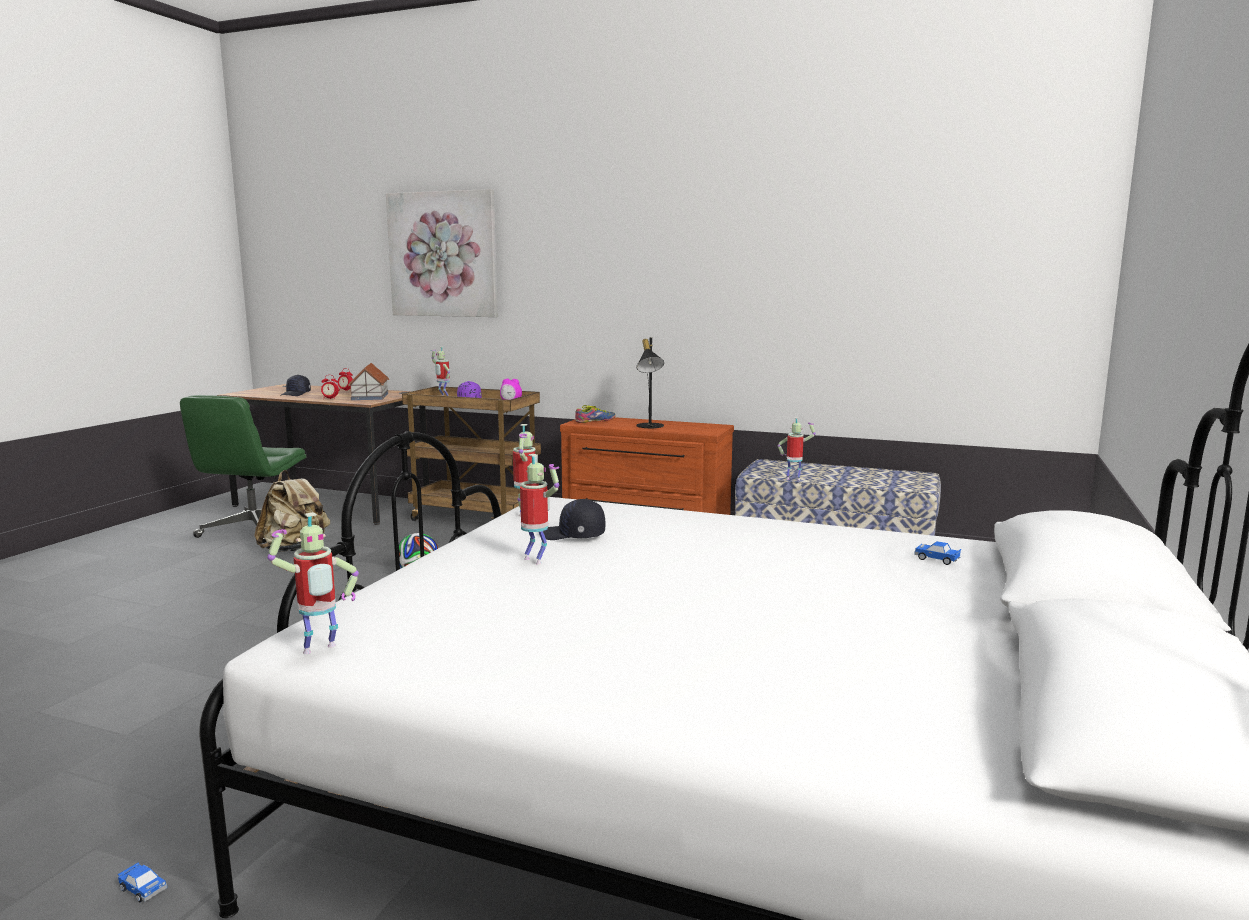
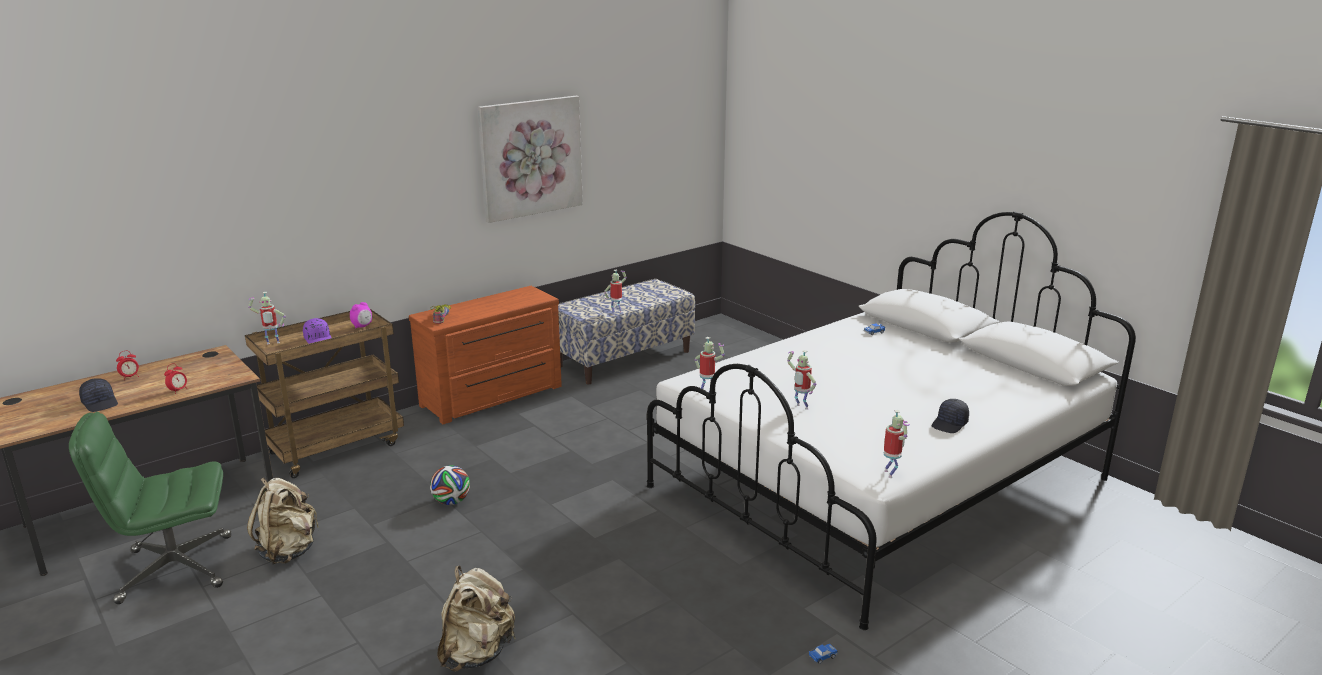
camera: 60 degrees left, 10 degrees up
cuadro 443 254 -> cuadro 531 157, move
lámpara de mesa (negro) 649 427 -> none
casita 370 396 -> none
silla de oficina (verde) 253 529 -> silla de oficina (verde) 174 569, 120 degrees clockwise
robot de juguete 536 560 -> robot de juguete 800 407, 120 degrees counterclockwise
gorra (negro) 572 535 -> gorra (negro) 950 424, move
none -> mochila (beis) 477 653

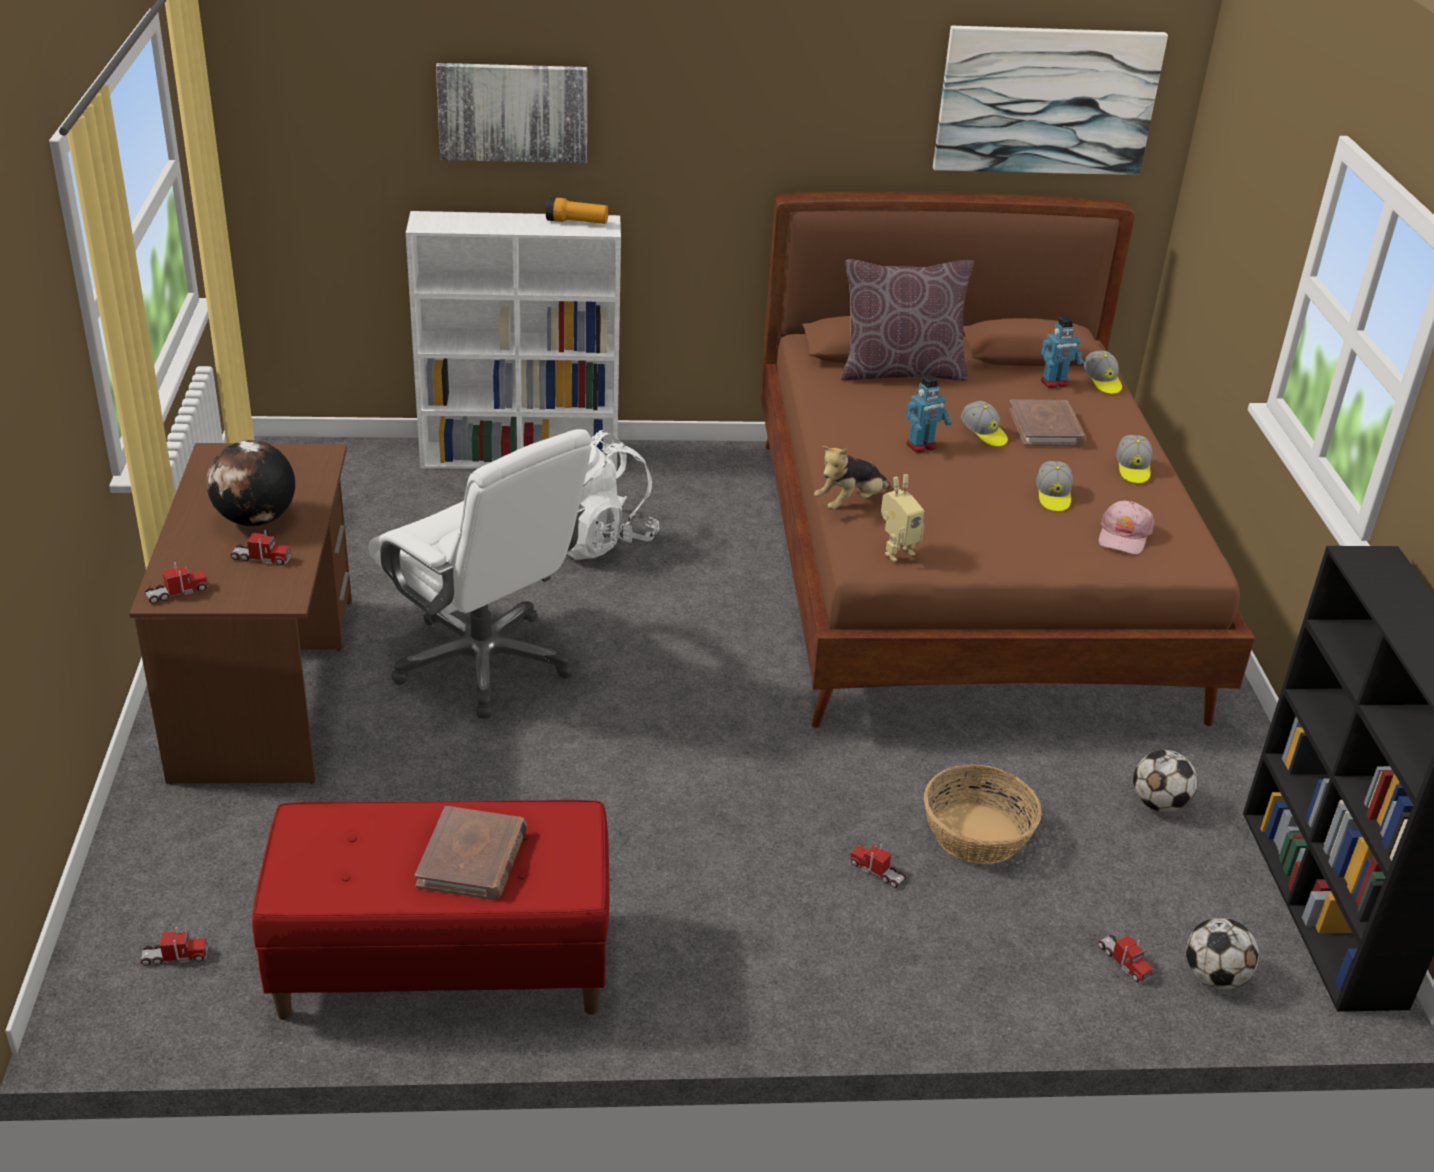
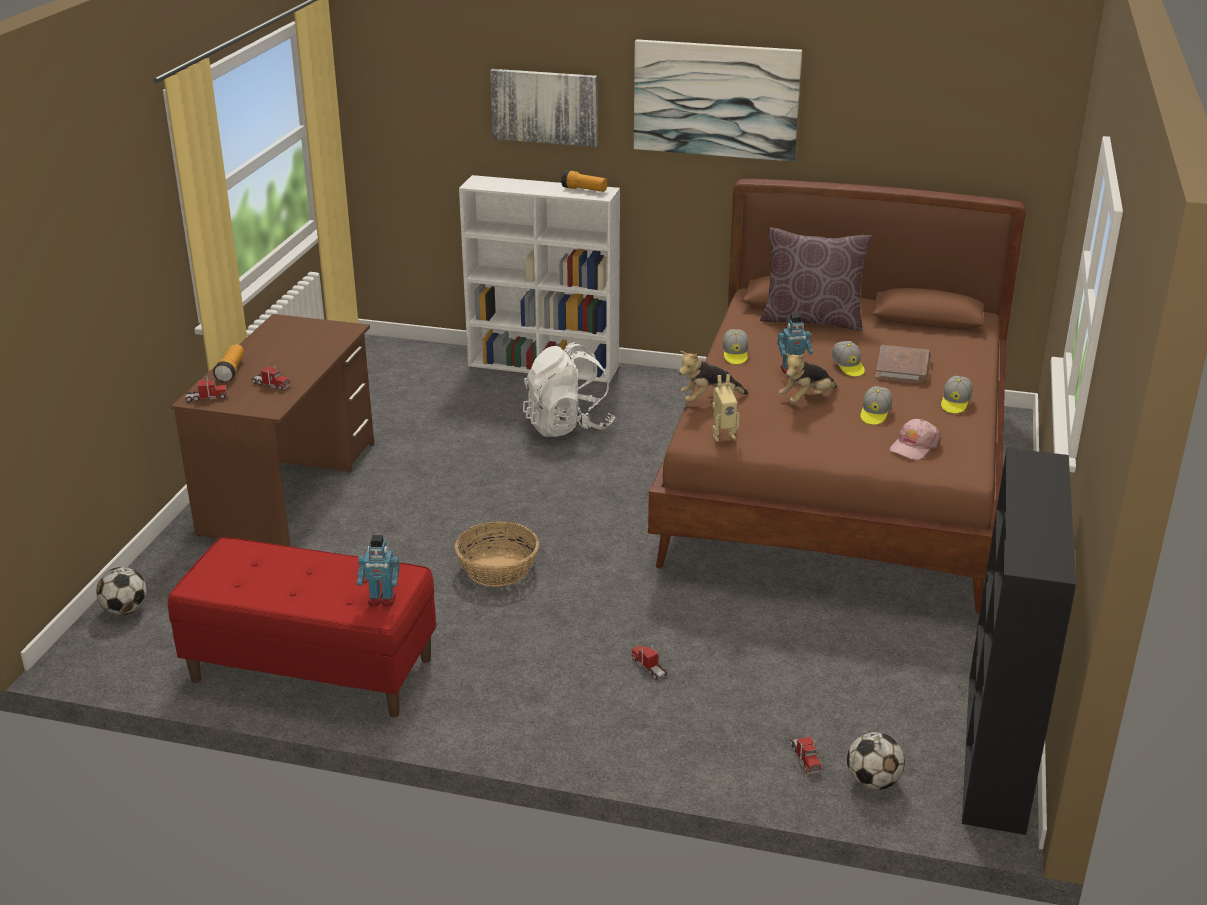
camera: 20 degrees right, 5 degrees down
cuadro 1046 100 -> cuadro 716 99, move
robot de juguete 1054 383 -> robot de juguete 381 599, move
gorra 1102 382 -> gorra 735 355, move
silla de oficina (blanco) 484 663 -> none
globo terráqueo 256 520 -> none
balón de fútbol 1159 804 -> balón de fútbol 125 610, move
cesta 975 834 -> cesta 497 569, move
libro (marrón) 472 858 -> none
camión de juguete 175 957 -> none
none -> linterna 231 371
none -> peluche 806 399

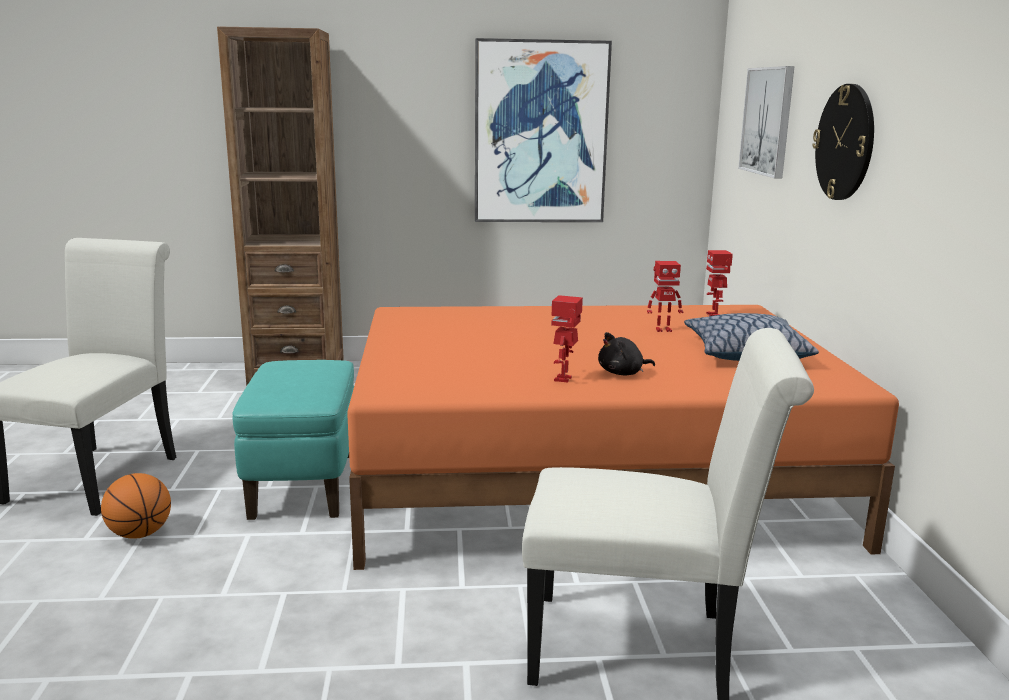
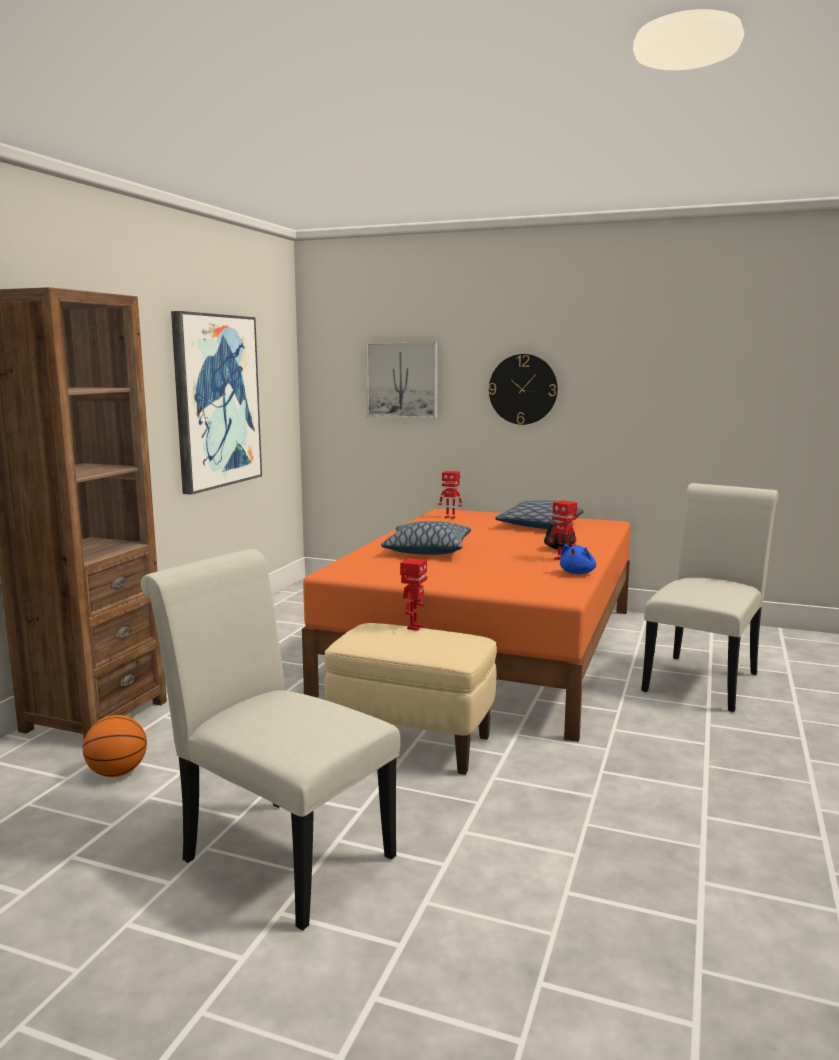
camera: 65 degrees left, 5 degrees down
robot de juguete 663 330 -> robot de juguete 414 627, move
puf (turquesa) 304 486 -> puf (beis) 412 744
balón de baloncesto 140 534 -> balón de baloncesto 117 773, move
none -> cojín 427 550
none -> peluche (azul) 578 573

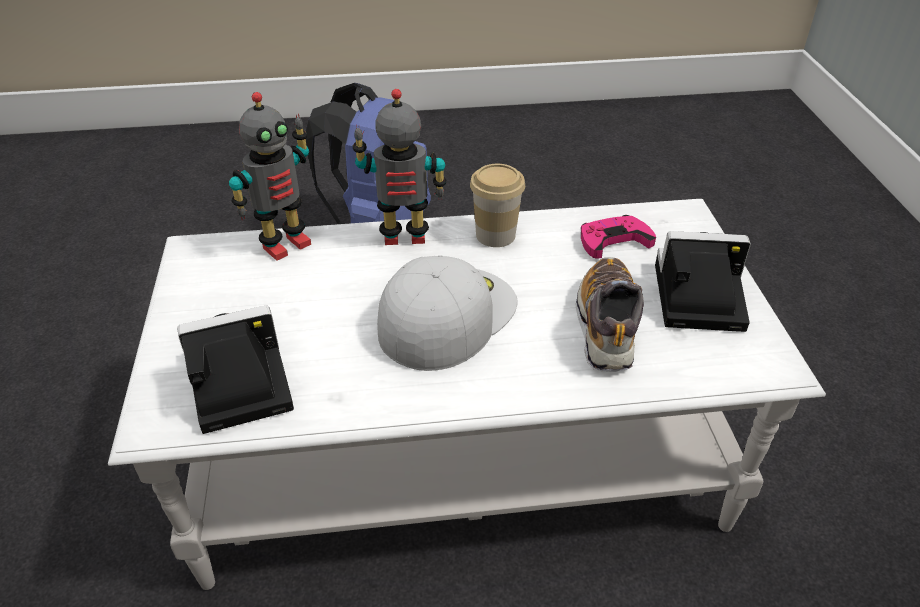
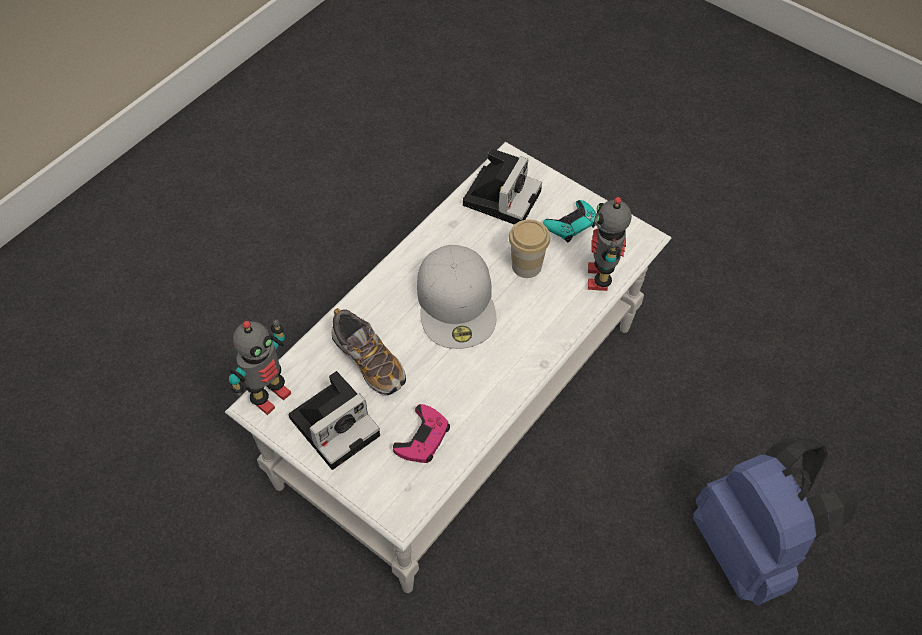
camera: 135 degrees right, 15 degrees up
robot de juguete 405 239 -> robot de juguete 269 396, move
taza 495 235 -> taza 526 266, move
none -> mando de consola (turquesa) 571 224

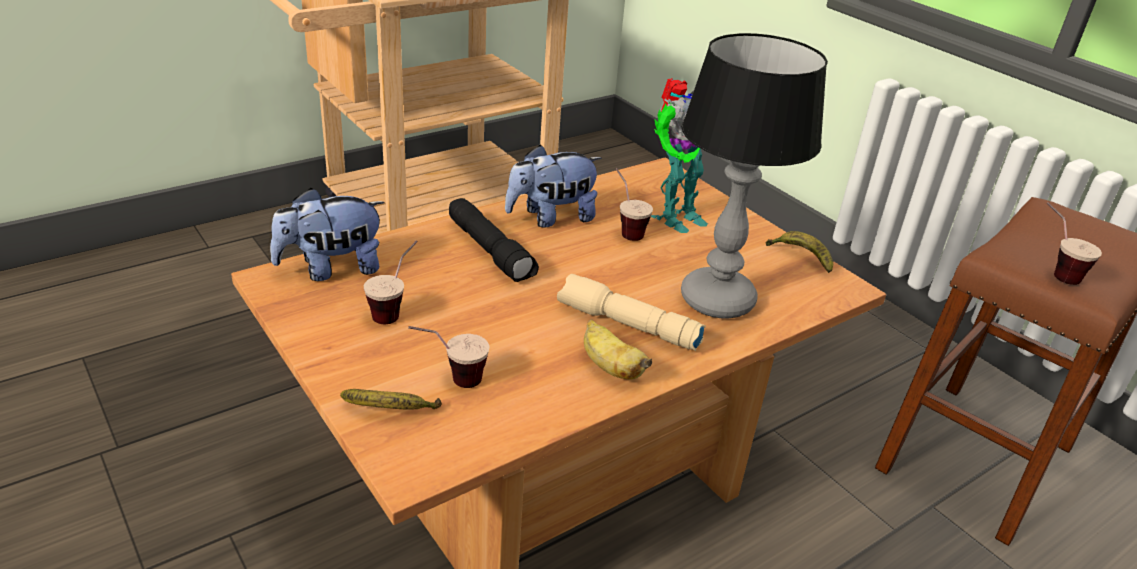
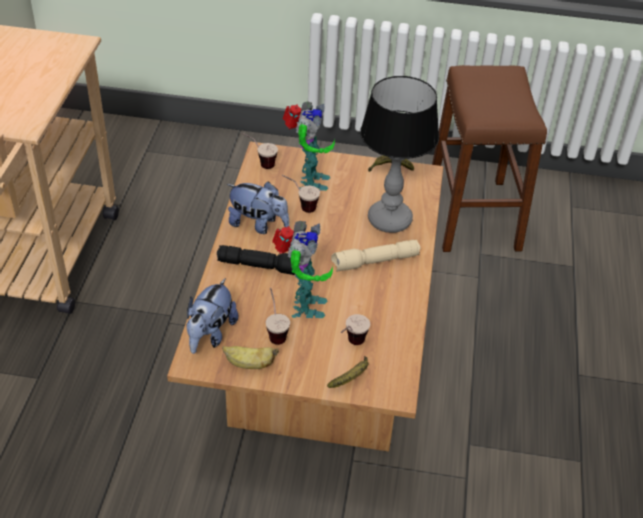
camera: 45 degrees left, 10 degrees up
peluche 551 218 -> peluche 258 224, 90 degrees counterclockwise
taza 1053 271 -> taza 259 163, move
plátano 609 367 -> plátano 249 364, move
none -> robot de juguete 303 307

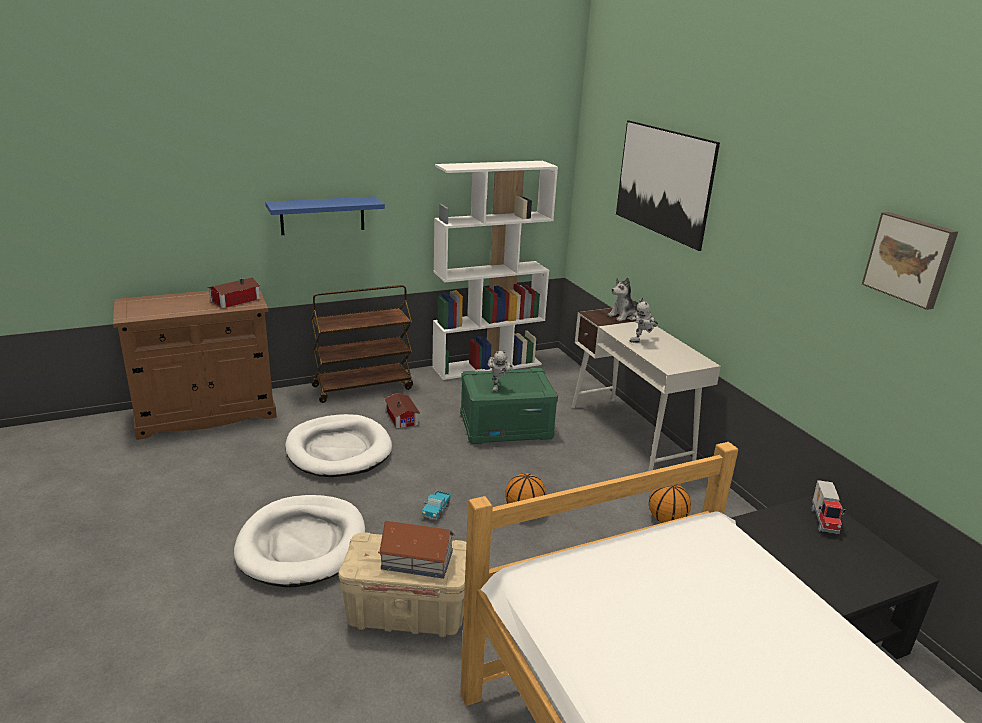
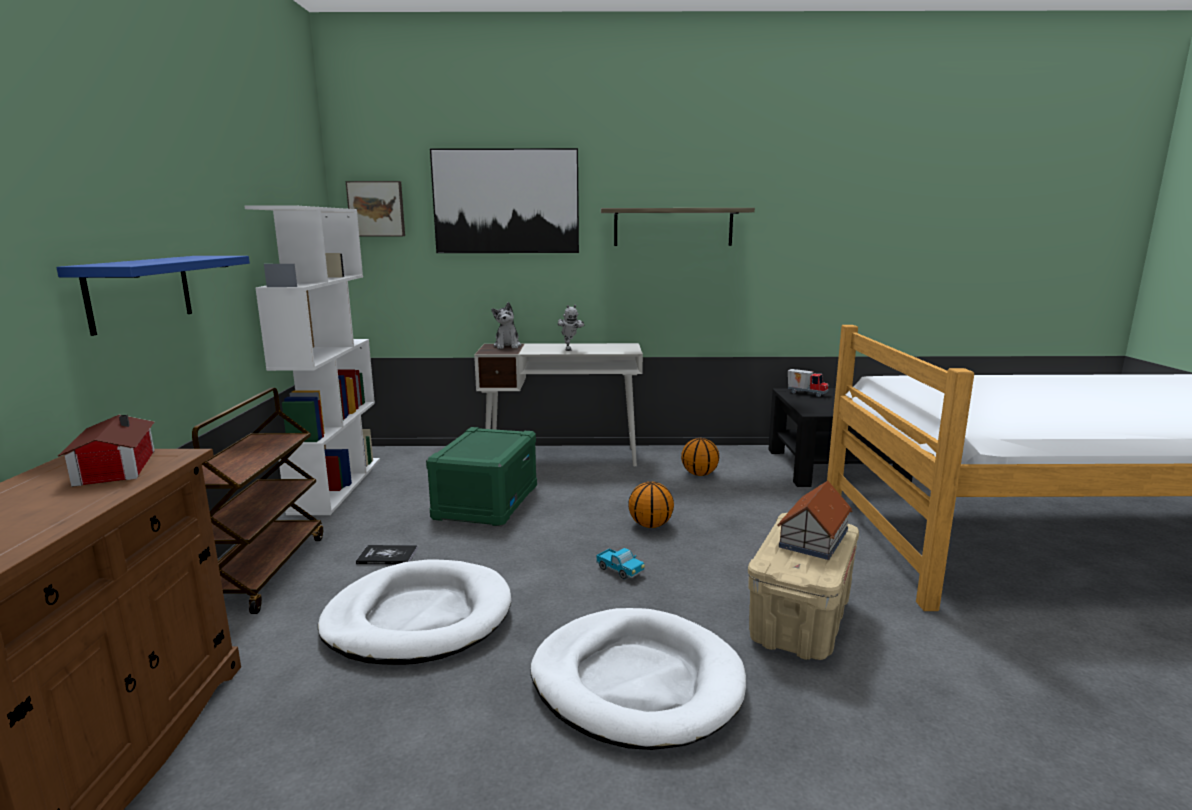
camera: 65 degrees left, 10 degrees down
cuadro 910 259 -> cuadro 376 209, move
robot de juguete 497 386 -> none
casita 402 417 -> libro 387 556
none -> estante 673 227

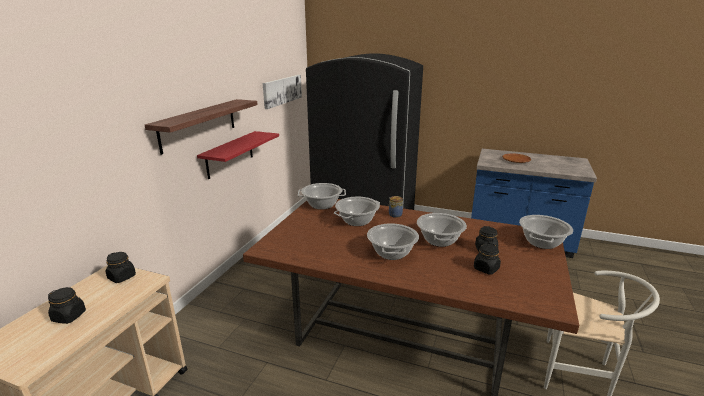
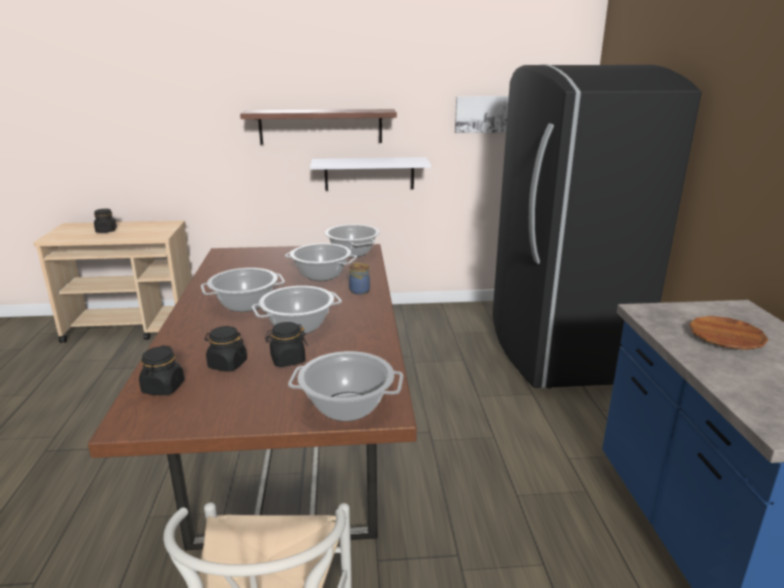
camera: 65 degrees right, 0 degrees up
estante (rojo) 230 154 -> estante (blanco) 369 173
tarro (negro) 122 277 -> tarro (negro) 163 388, move

